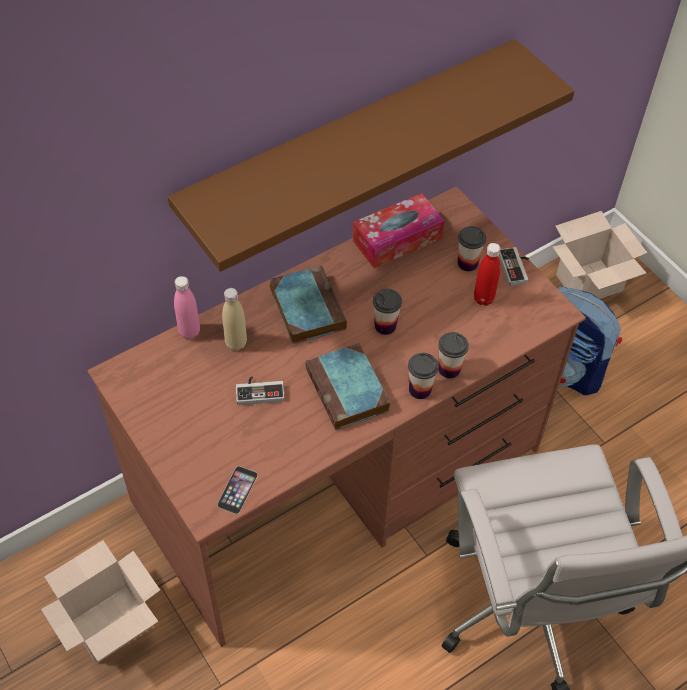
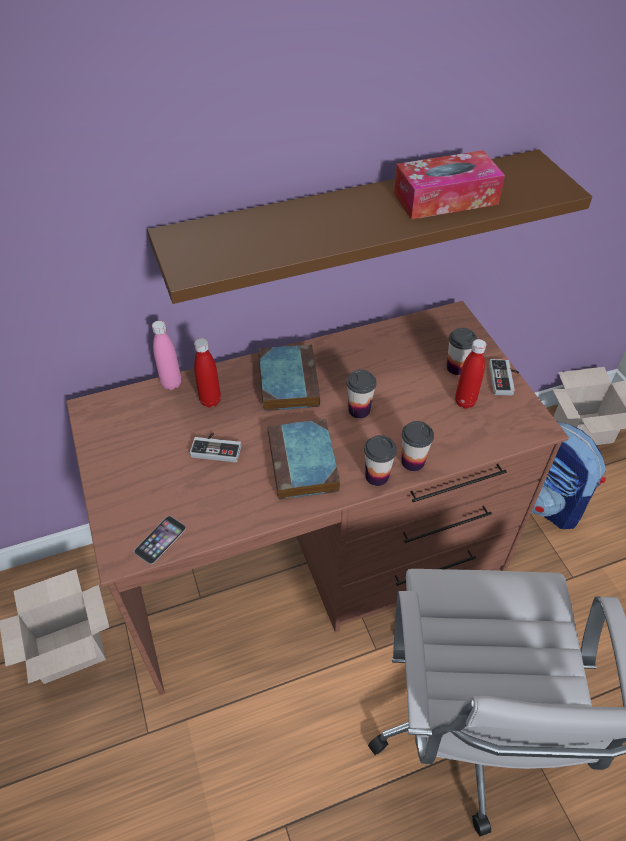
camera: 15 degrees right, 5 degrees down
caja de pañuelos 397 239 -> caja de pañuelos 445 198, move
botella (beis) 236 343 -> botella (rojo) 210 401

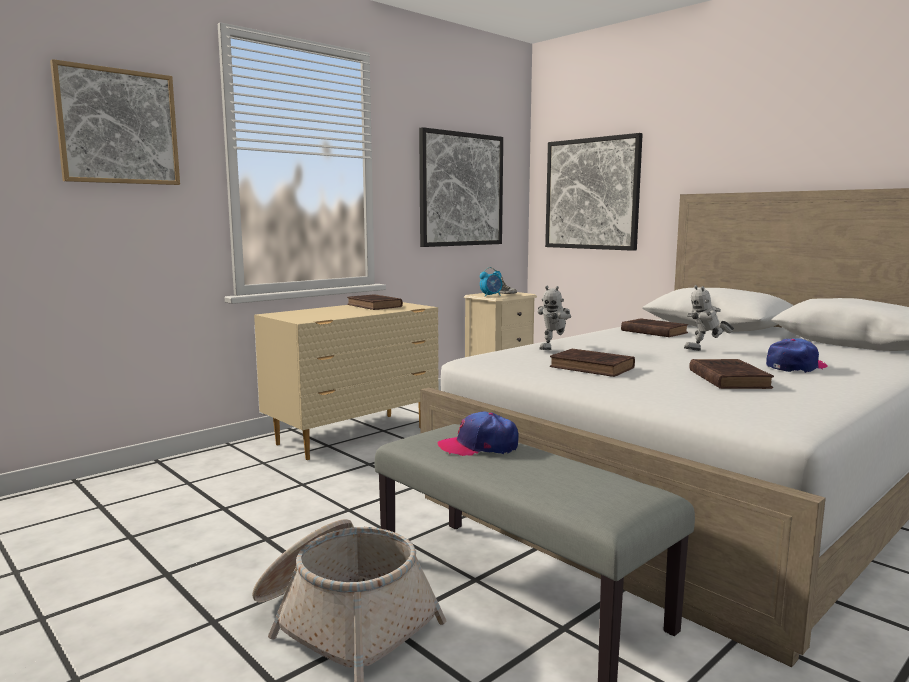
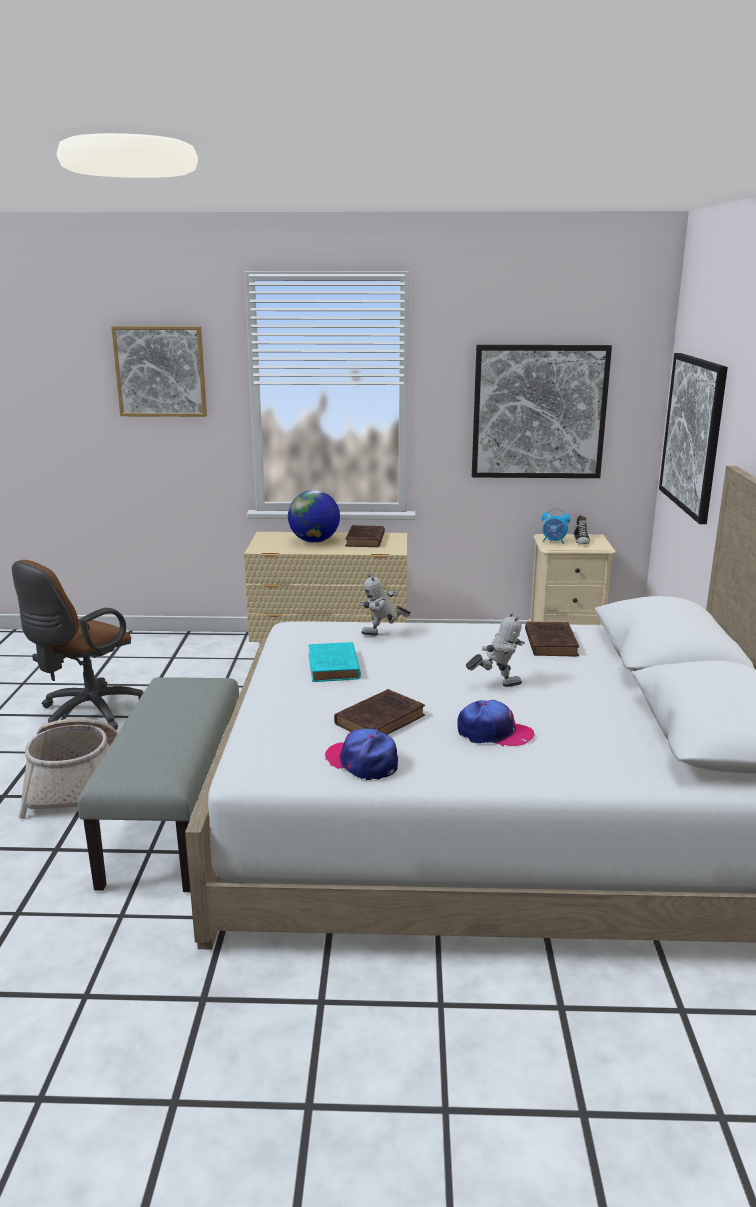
camera: 45 degrees right, 10 degrees up
robot de juguete 706 350 -> robot de juguete 496 684, 135 degrees clockwise
libro (marrón) 594 368 -> libro (turquesa) 334 667
gorra 479 446 -> gorra 362 762, move
none -> globo terráqueo 314 541
none -> silla de oficina (marrón) 86 714

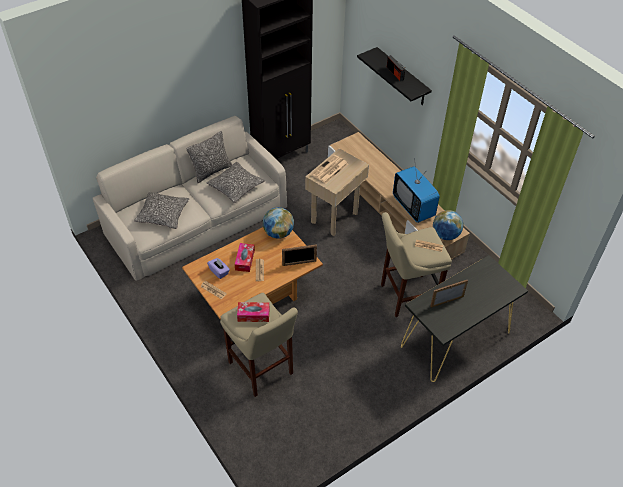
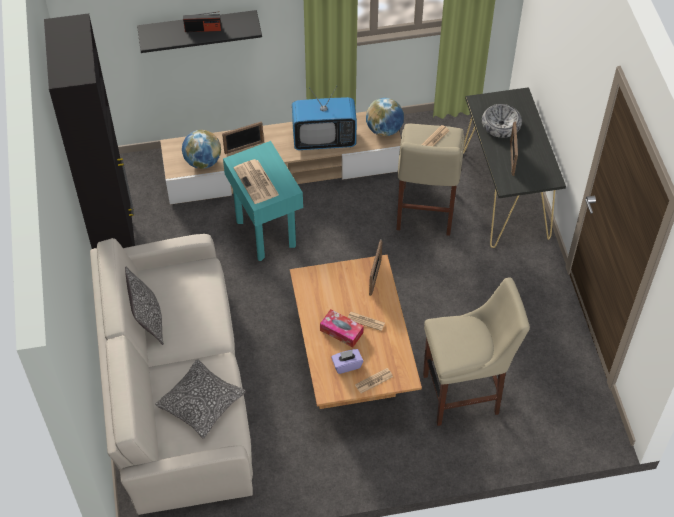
camera: 65 degrees left, 5 degrees up
mesa auxiliar (beis) 335 218 -> mesa auxiliar (turquesa) 266 233
cojín 236 186 -> none
globo terráqueo 278 233 -> globo terráqueo 202 162, move
caja de pañuelos 253 315 -> none
none -> cuenco 501 125
none -> portarretratos 244 147

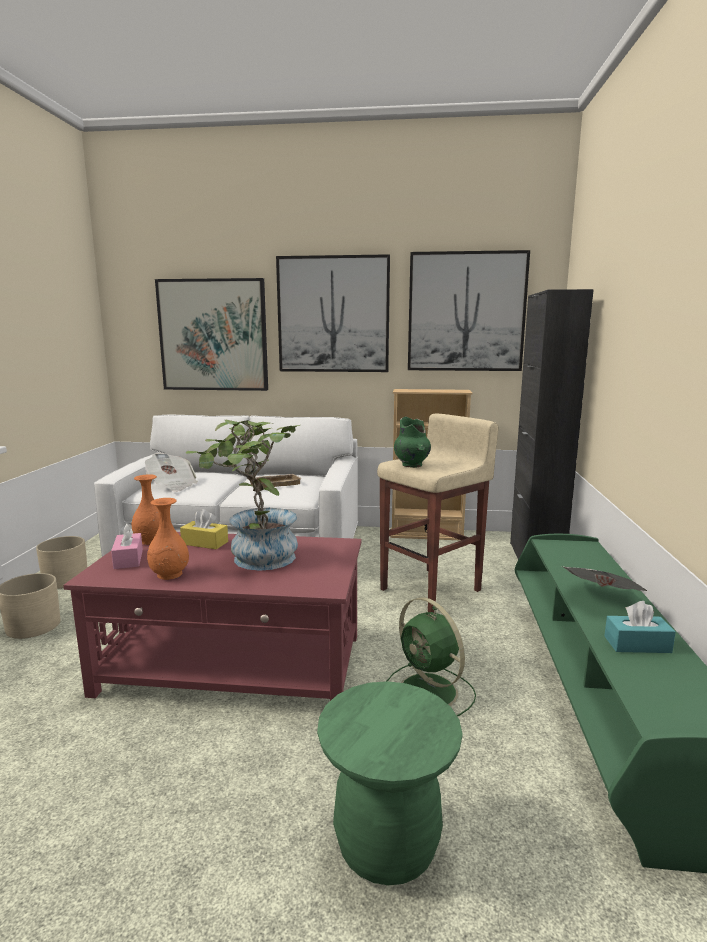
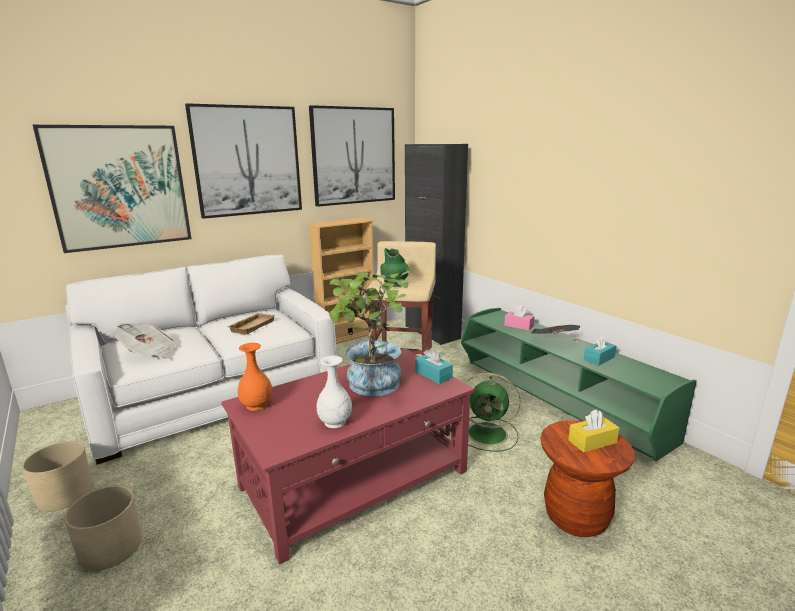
camera: 40 degrees left, 5 degrees up
florero (naranja) 169 574 -> florero (blanco) 334 422
caja de pañuelos (amarillo) 205 543 -> caja de pañuelos (amarillo) 592 441, move
caja de pañuelos (rosa) 128 559 -> caja de pañuelos (rosa) 518 326, move
taburete (verde) 386 845 -> taburete (marrón) 576 517
none -> caja de pañuelos (turquesa) 433 375

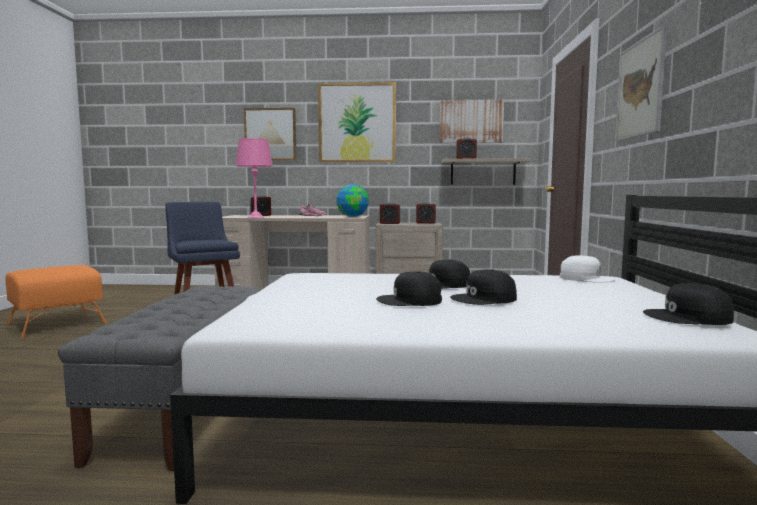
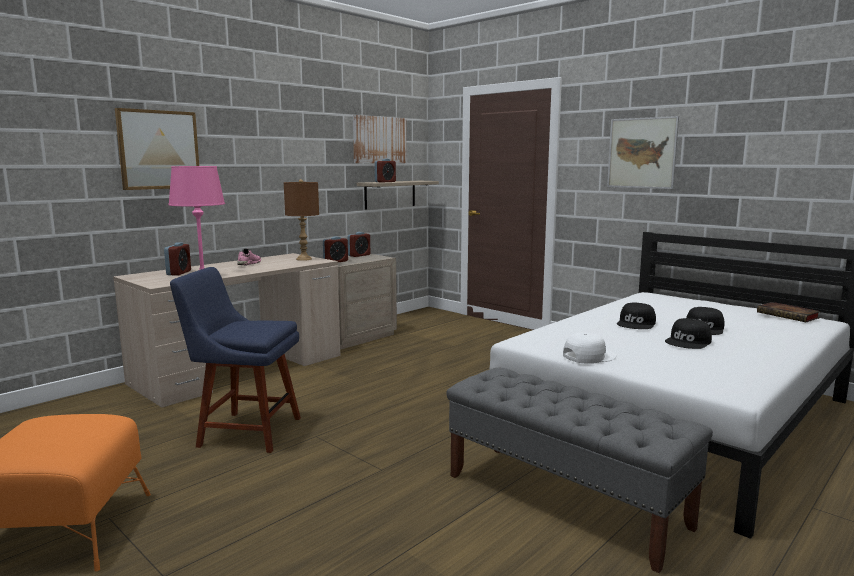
camera: 50 degrees left, 5 degrees up
cuadro 357 123 -> none
globo terráqueo 353 216 -> lámpara de mesa (marrón) 304 259
gorra (blanco) 586 278 -> gorra (blanco) 588 356, move
gorra (negro) 688 317 -> libro 789 315

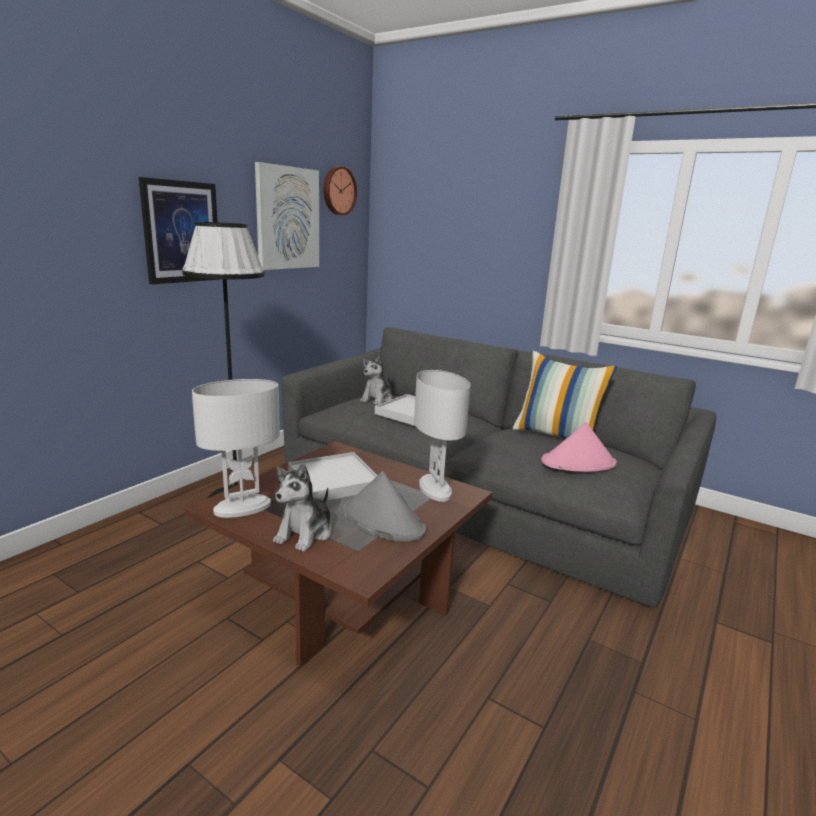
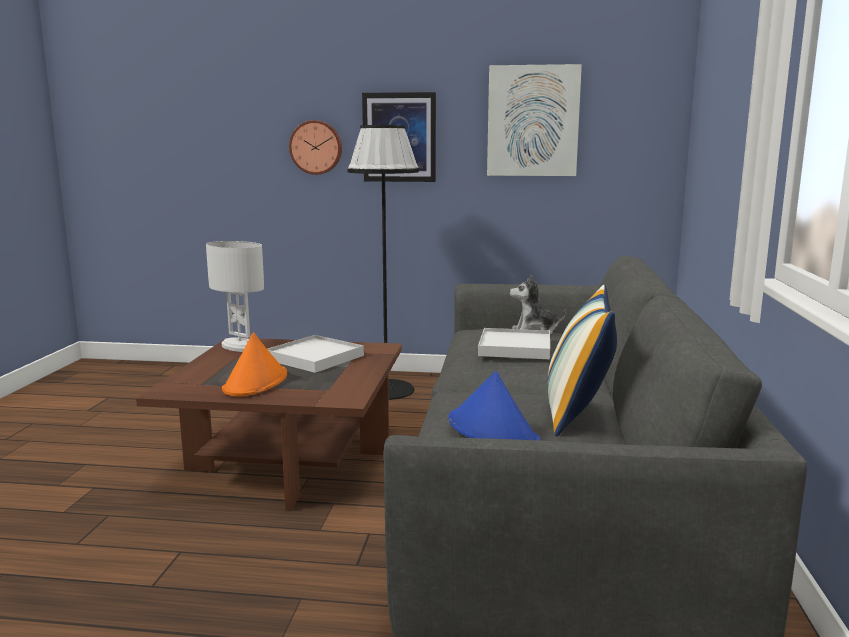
camera: 65 degrees right, 5 degrees down
reloj de pared 338 191 -> reloj de pared 316 147, move
lámpara de mesa (blanco) 434 489 -> none
sombrero (rosa) 579 463 -> sombrero (azul) 492 431
peluche 305 533 -> none
sombrero (gris) 382 521 -> sombrero (naranja) 256 382

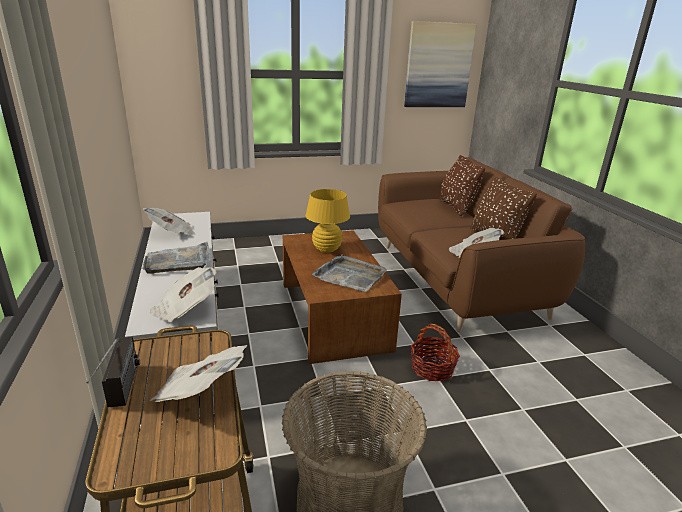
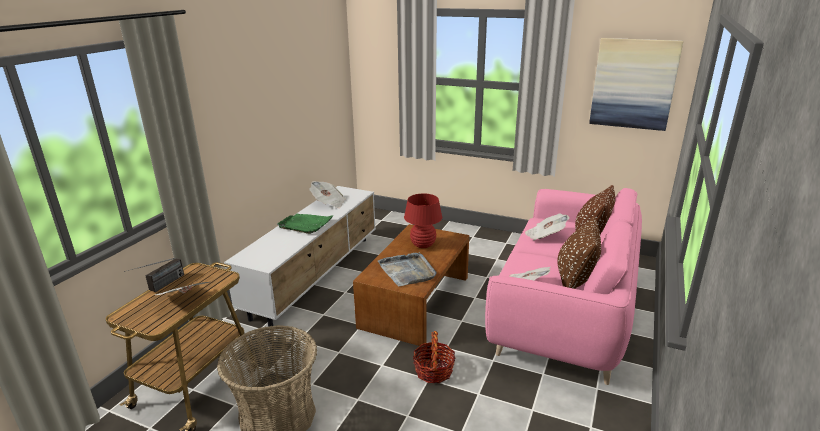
camera: 40 degrees right, 0 degrees up
sofá (marrón) 456 278 -> sofá (rosa) 564 311
lámpara de mesa (amarillo) 327 249 -> lámpara de mesa (rojo) 423 245
bandeja (gris) 178 261 -> bandeja (verde) 305 224
periódico 185 309 -> periódico 545 236, move

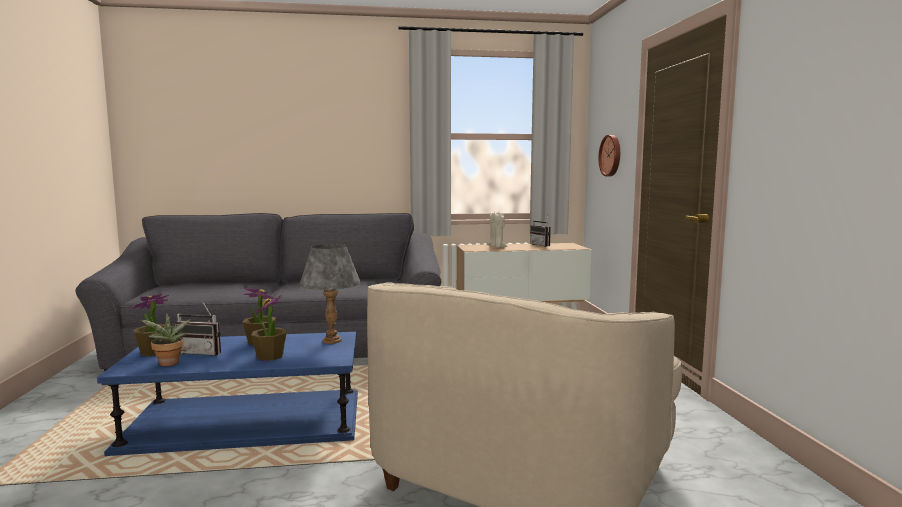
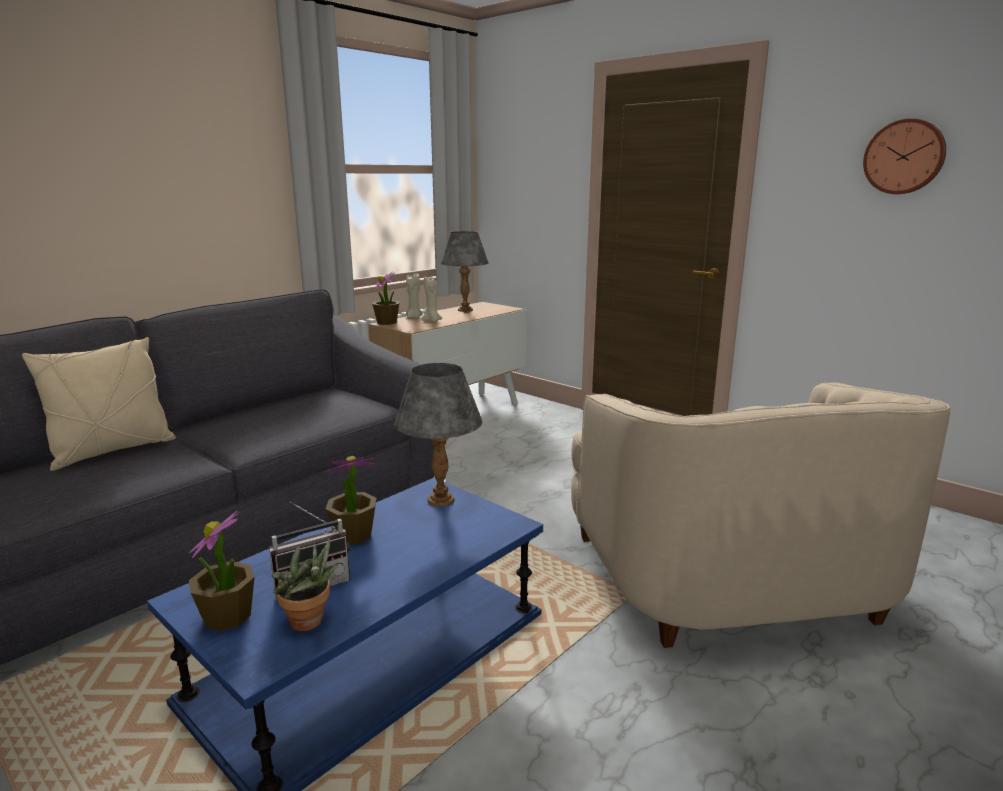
camera: 40 degrees left, 10 degrees up
reloj de pared 611 155 -> reloj de pared 904 157, move
radio 542 245 -> lámpara de mesa (gris) 465 310
planta en maceta 270 356 -> planta en maceta 387 322, move
none -> cojín (beis) 113 451

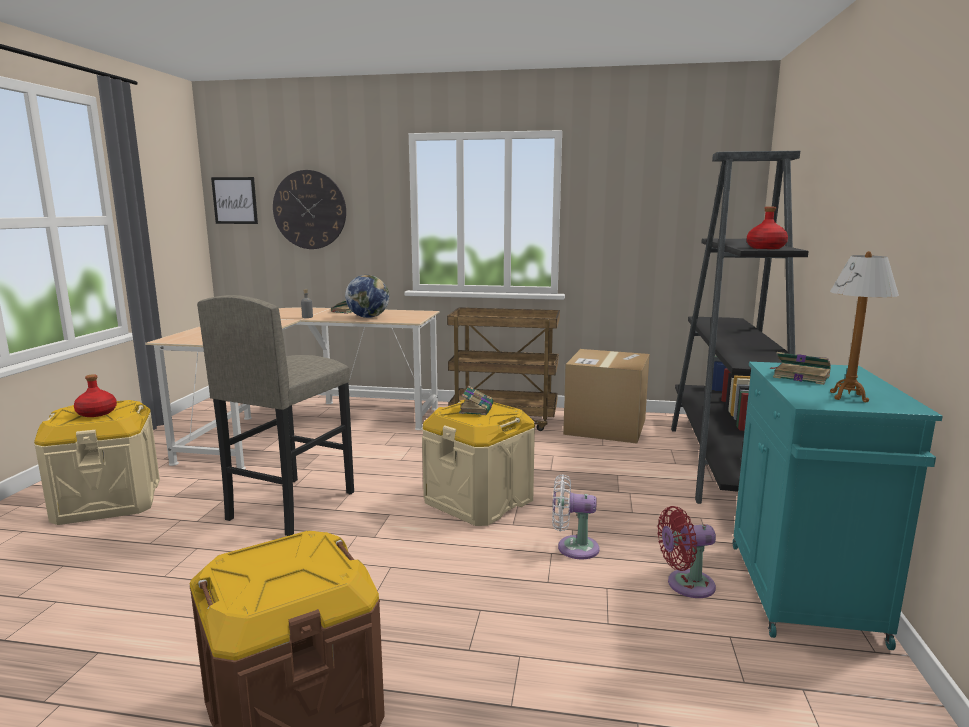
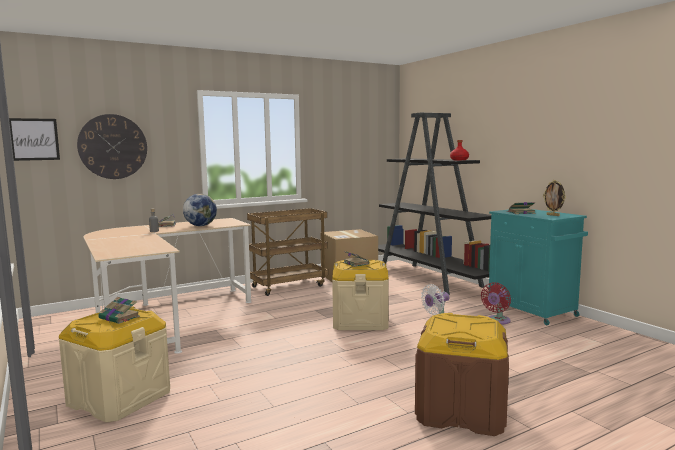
camera: 40 degrees left, 5 degrees down
lámpara de mesa 848 397 -> portarretratos 553 215
taburete (gris) 291 505 -> none
botella (rojo) 97 413 -> libro 120 318

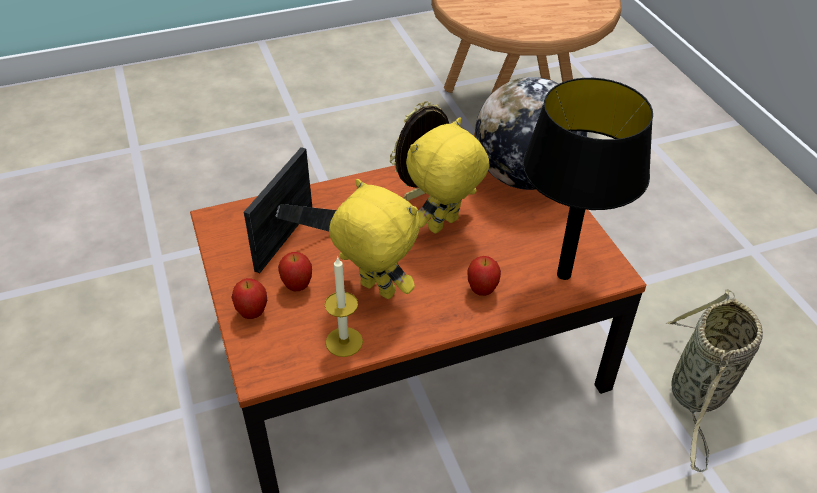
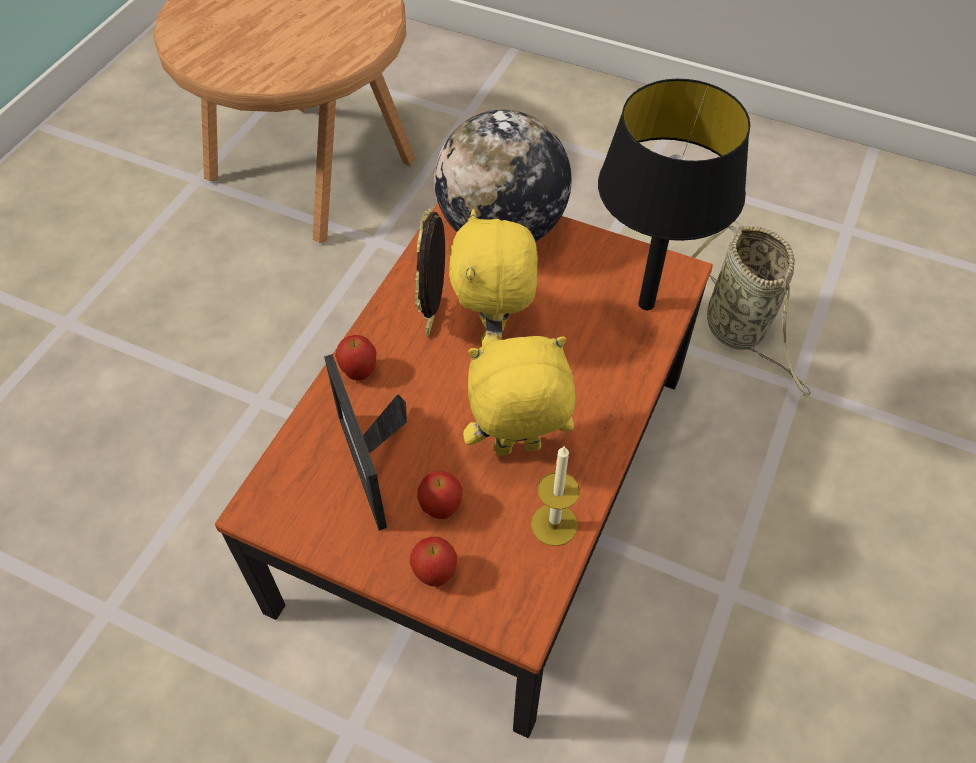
camera: 45 degrees left, 10 degrees up
manzana 482 290 -> manzana 359 372, move

